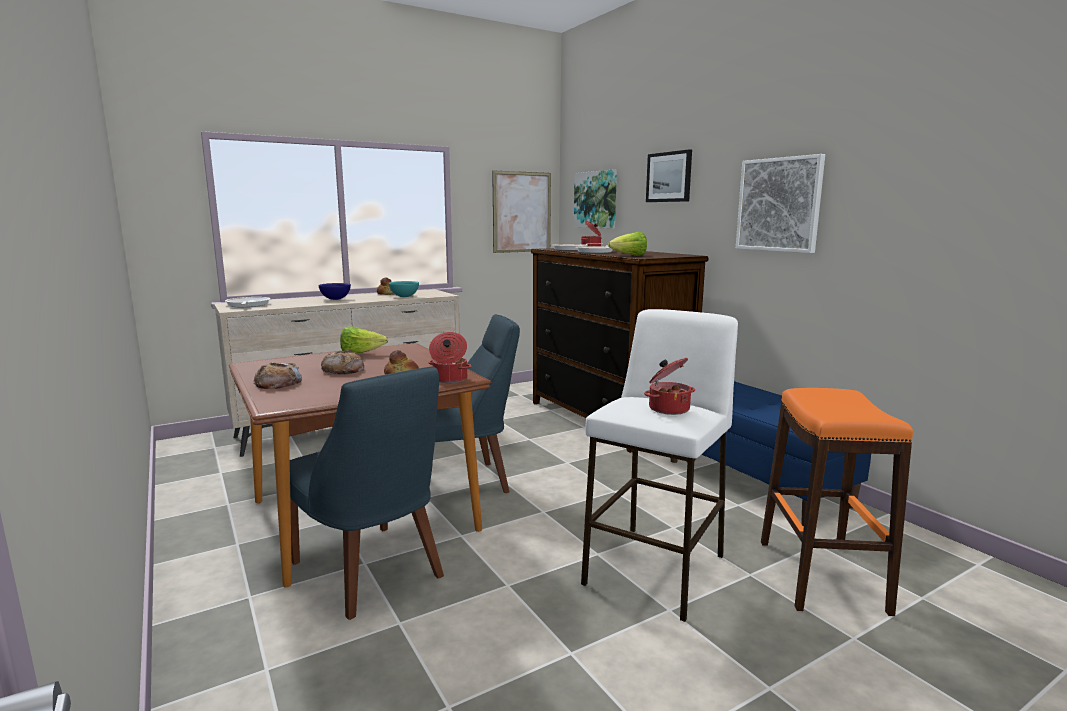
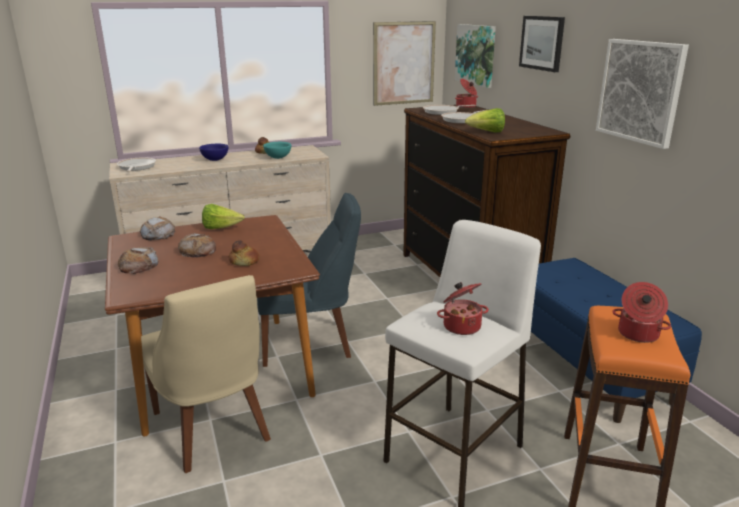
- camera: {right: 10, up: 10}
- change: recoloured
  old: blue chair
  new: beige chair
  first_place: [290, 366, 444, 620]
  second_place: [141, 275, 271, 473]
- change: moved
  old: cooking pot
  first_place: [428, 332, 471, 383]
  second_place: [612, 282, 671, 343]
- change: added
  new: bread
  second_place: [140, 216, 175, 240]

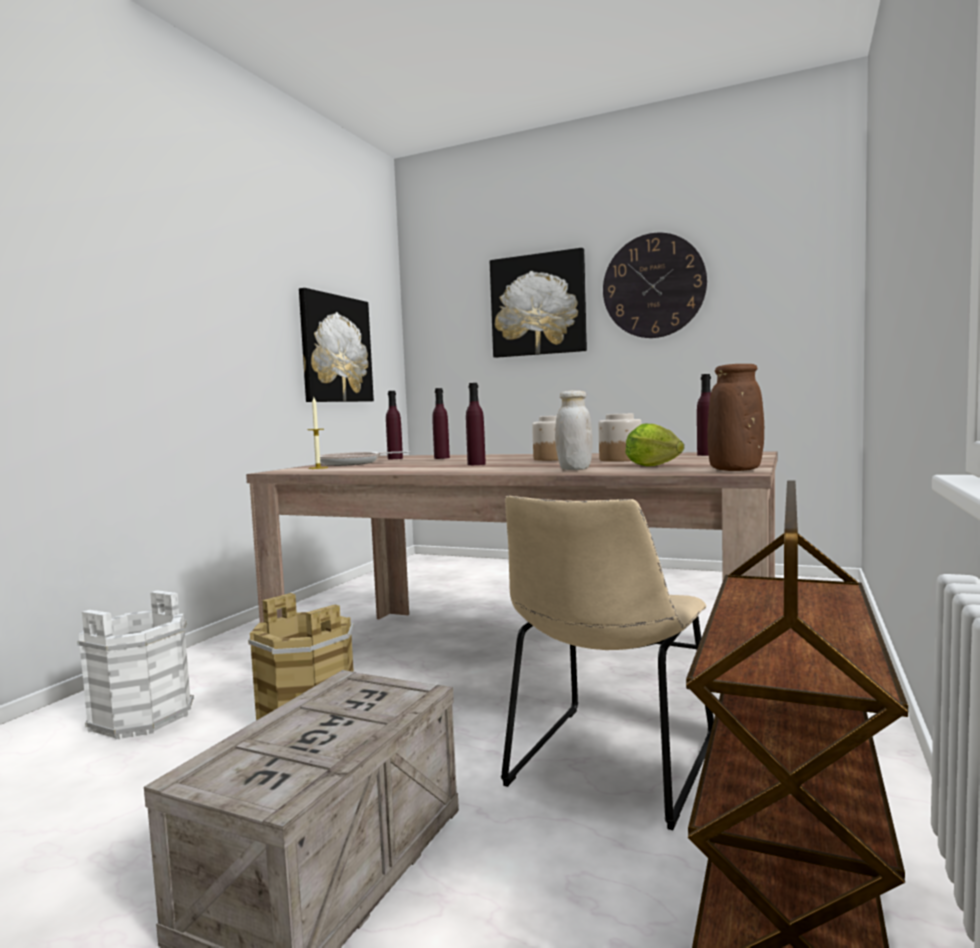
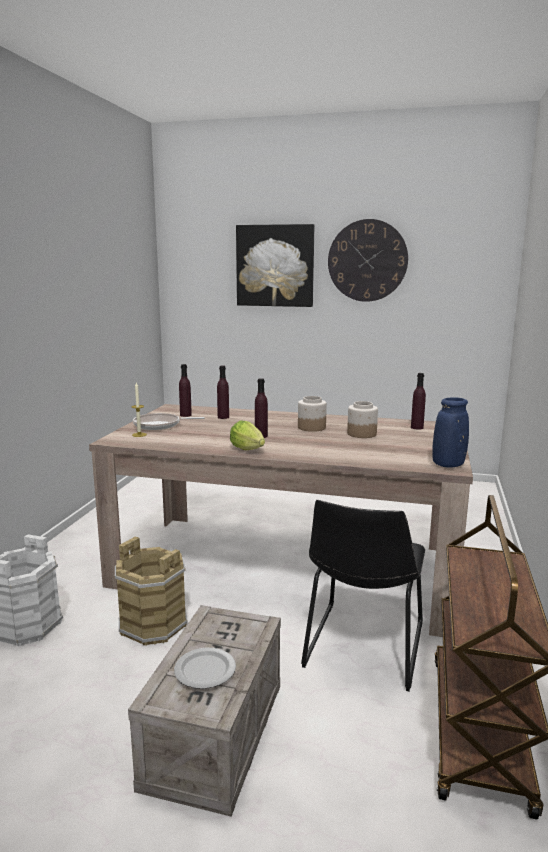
- camera: {right: -10, up: 10}
- change: removed
  old: picture
  first_place: [299, 288, 374, 402]
- change: recoloured
  old: beige chair
  new: black chair
  first_place: [501, 496, 714, 830]
  second_place: [301, 500, 425, 692]
- change: removed
  old: white jar
  first_place: [555, 391, 592, 470]
- change: moved
  old: lettuce
  first_place: [625, 424, 684, 466]
  second_place: [230, 420, 265, 450]
- change: recoloured
  old: brown vase
  new: blue vase
  first_place: [707, 364, 764, 471]
  second_place: [432, 397, 469, 468]
- change: added
  new: plate
  second_place: [174, 648, 236, 689]

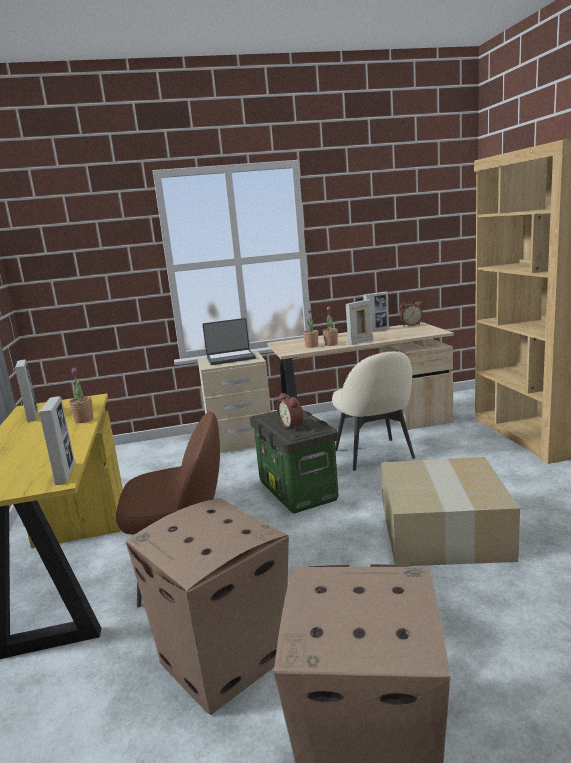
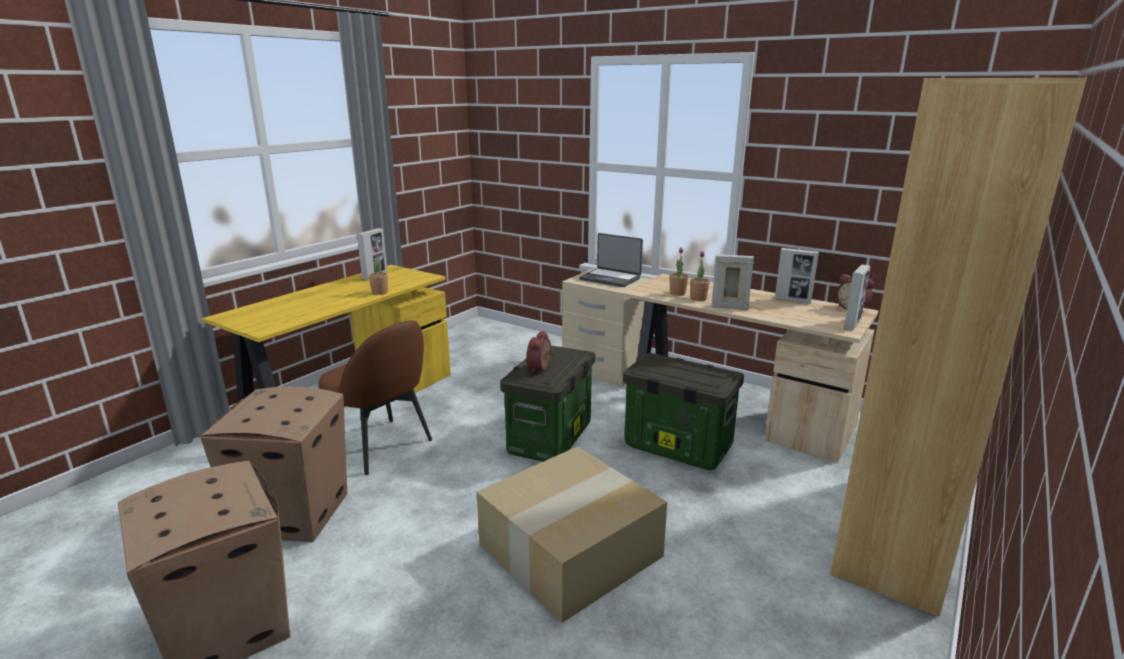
- camera: {right: 45, up: 5}
- change: moved
  old: picture frame
  first_place: [39, 396, 75, 485]
  second_place: [844, 265, 870, 331]
- change: replaced
  old: beige chair
  new: storage box
  first_place: [332, 351, 415, 471]
  second_place: [623, 353, 744, 470]

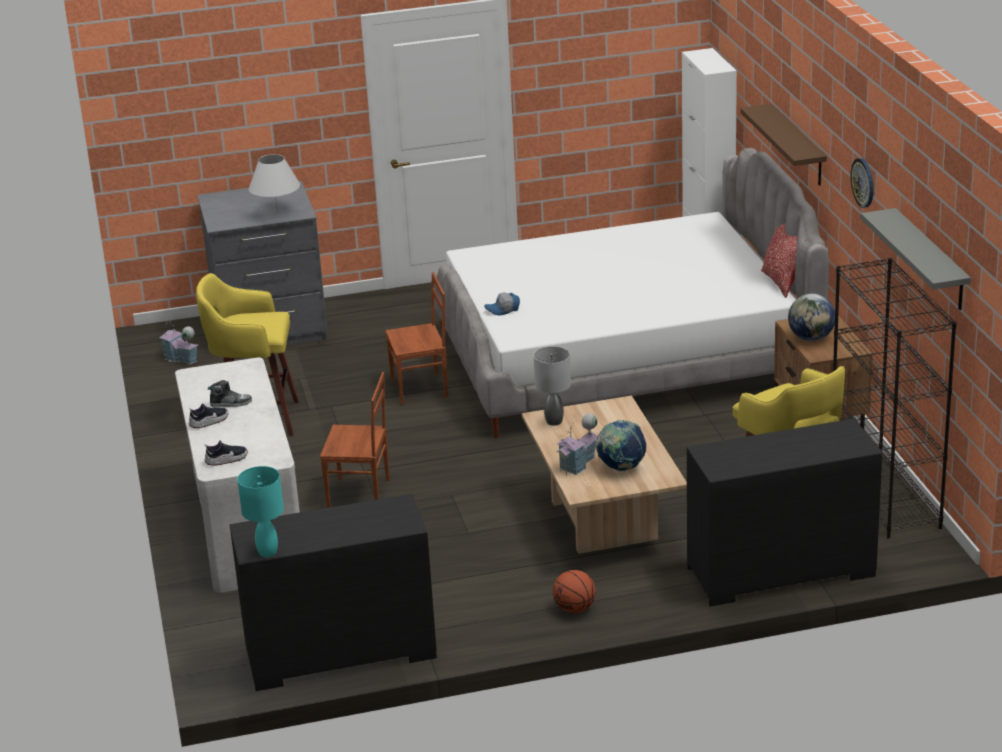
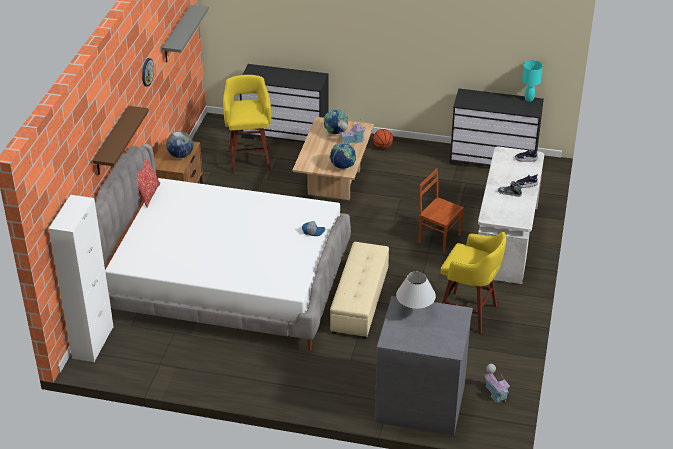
- camera: {right: -155, up: 10}
- change: replaced
  old: brown chair
  new: beige ottoman
  first_place: [385, 272, 448, 405]
  second_place: [330, 242, 389, 338]
- change: replaced
  old: grey table lamp
  new: globe
  first_place: [534, 346, 571, 426]
  second_place: [329, 143, 356, 169]
- change: removed
  old: black bookcase
  first_place: [833, 258, 957, 539]

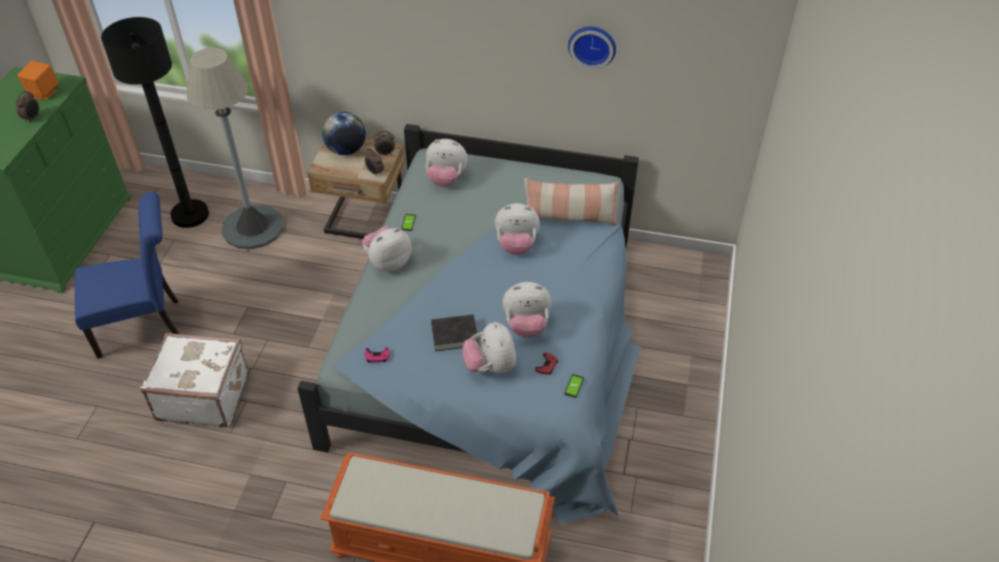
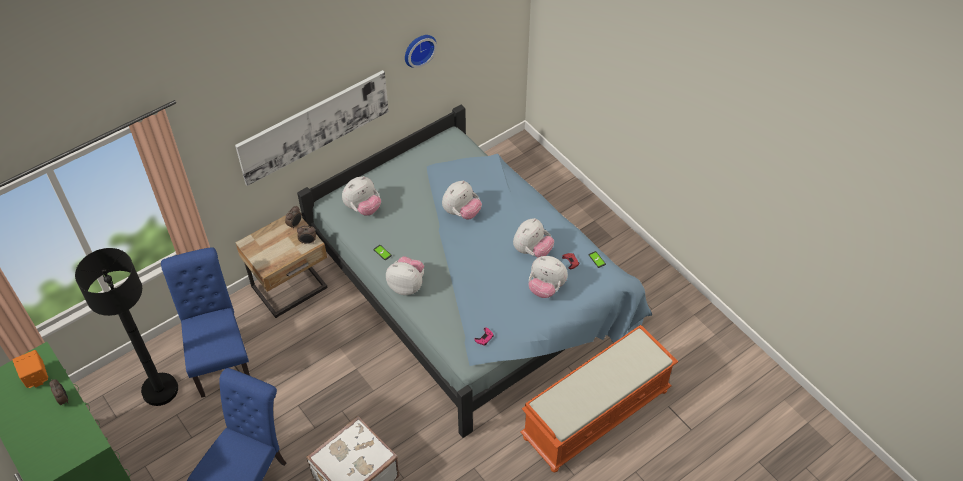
- camera: {right: -50, up: 5}
- change: replaced
  old: grey floor lamp
  new: blue chair
  first_place: [186, 48, 284, 249]
  second_place: [161, 247, 250, 397]
- change: removed
  old: globe
  first_place: [322, 112, 366, 155]
- change: turned
  old: plush toy
  first_place: [362, 227, 412, 272]
  second_place: [386, 257, 424, 295]
  degrees: 105
- change: removed
  old: black book
  first_place: [431, 315, 479, 351]
- change: removed
  old: pillow
  first_place: [524, 178, 619, 226]
- change: added
  new: picture
  second_place: [235, 70, 389, 186]

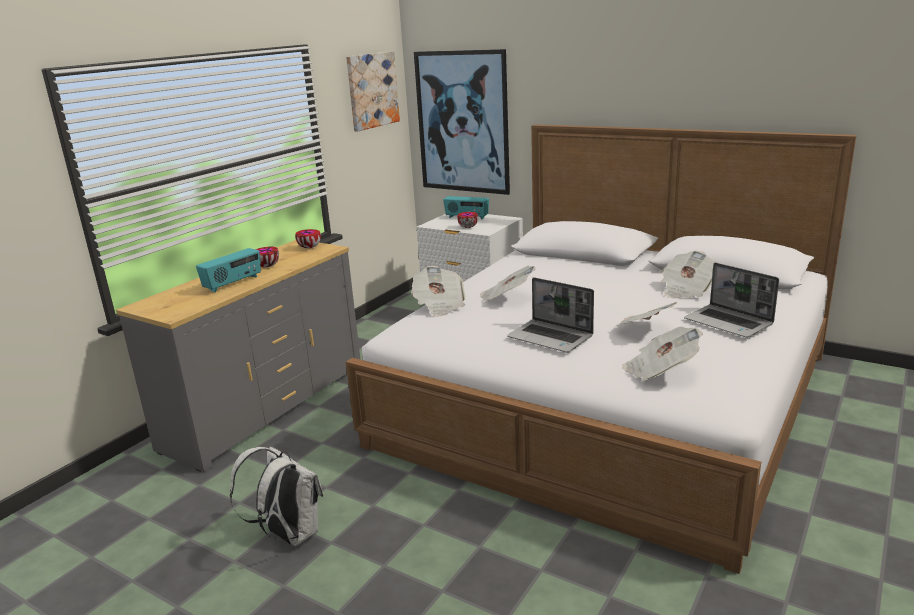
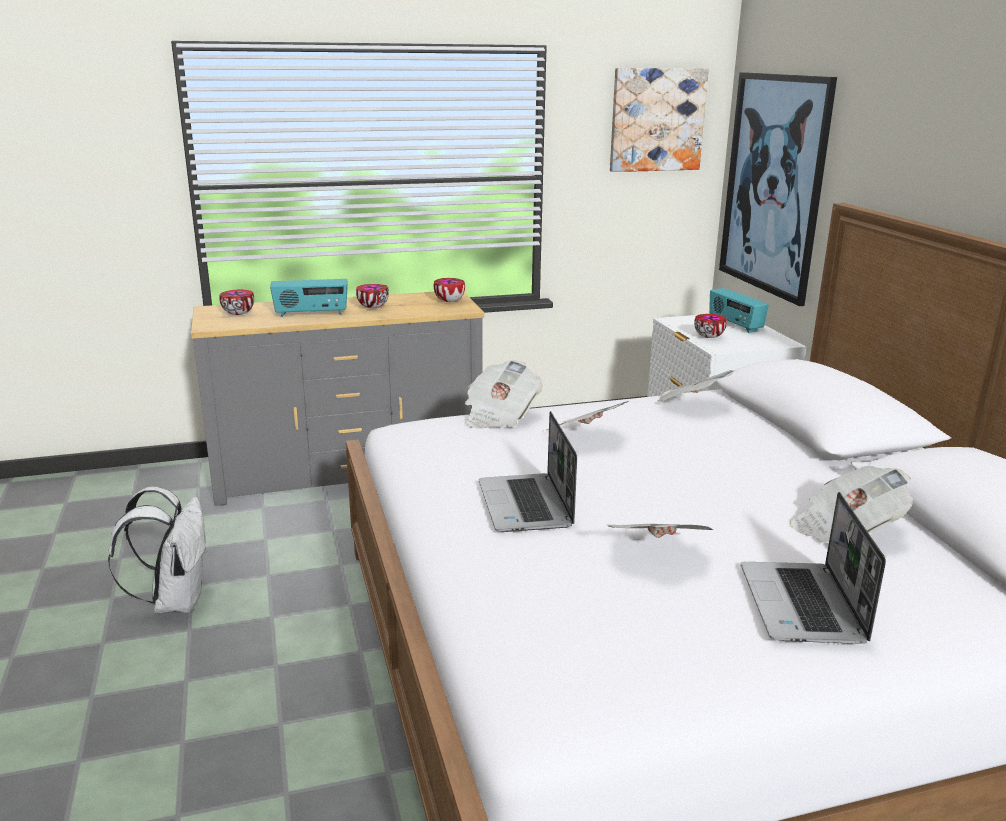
- camera: {right: 40, up: 0}
- change: moved
  old: newspaper
  first_place: [622, 327, 703, 381]
  second_place: [655, 370, 734, 403]
- change: added
  new: bowl
  second_place: [219, 289, 254, 315]

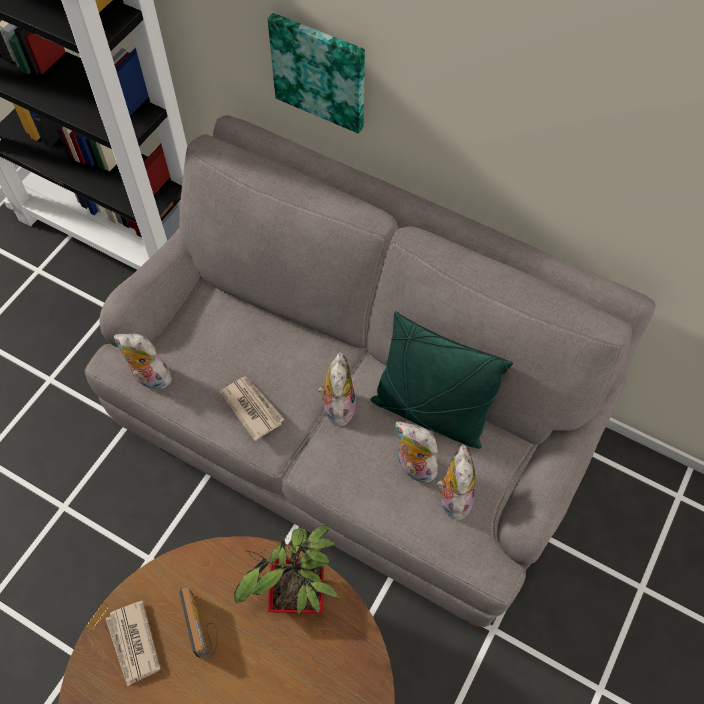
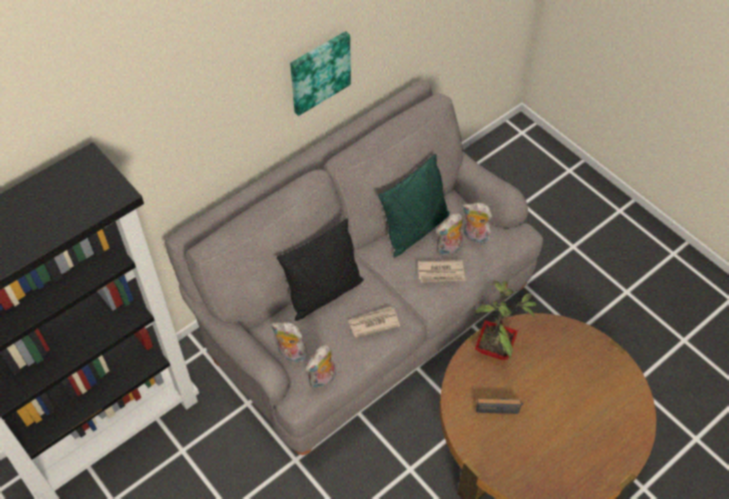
- camera: {right: -70, up: -5}
- change: moved
  old: newspaper
  first_place: [106, 601, 161, 686]
  second_place: [418, 260, 465, 283]
- change: moved
  old: picture
  first_place: [268, 13, 365, 134]
  second_place: [290, 31, 351, 116]
- change: moved
  old: plush toy
  first_place: [318, 352, 356, 427]
  second_place: [271, 322, 307, 365]
- change: added
  new: black pillow
  second_place: [277, 219, 364, 321]

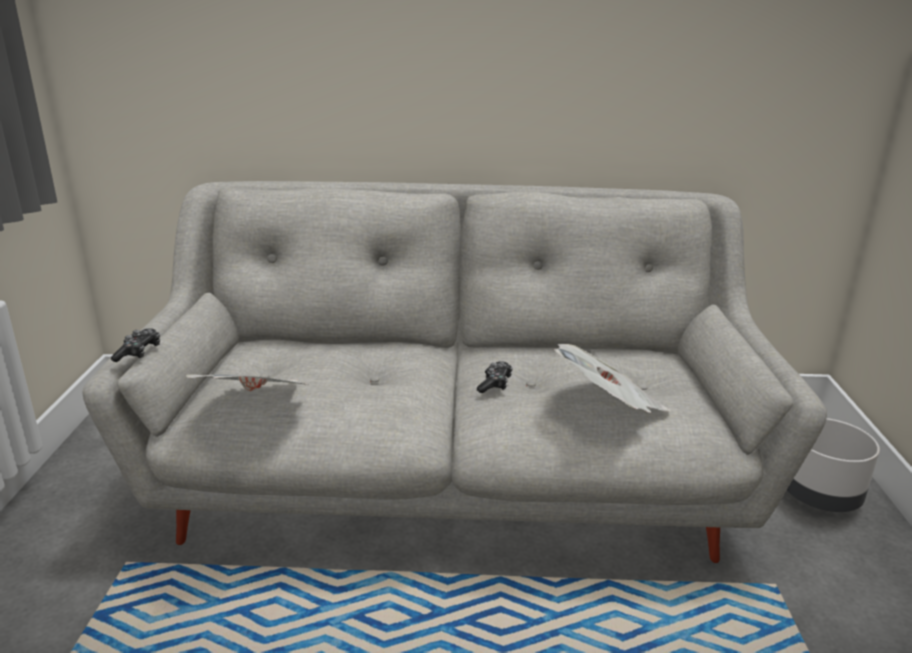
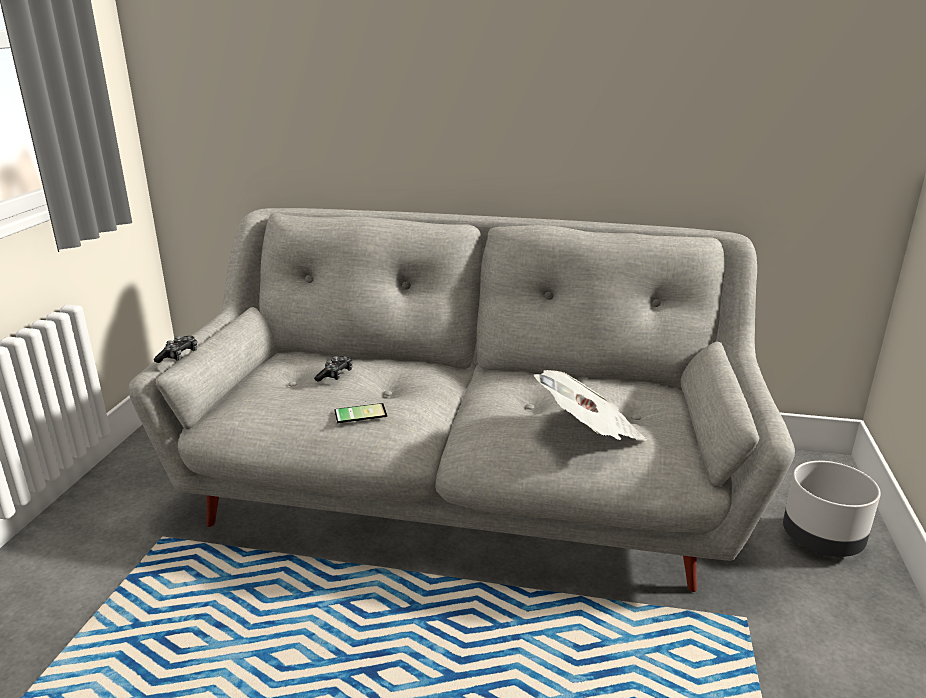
- camera: {right: 10, up: 0}
- change: removed
  old: newspaper
  first_place: [186, 374, 308, 391]
- change: moved
  old: game controller
  first_place: [477, 361, 513, 393]
  second_place: [314, 356, 353, 382]
- change: added
  new: phone
  second_place: [334, 401, 387, 423]

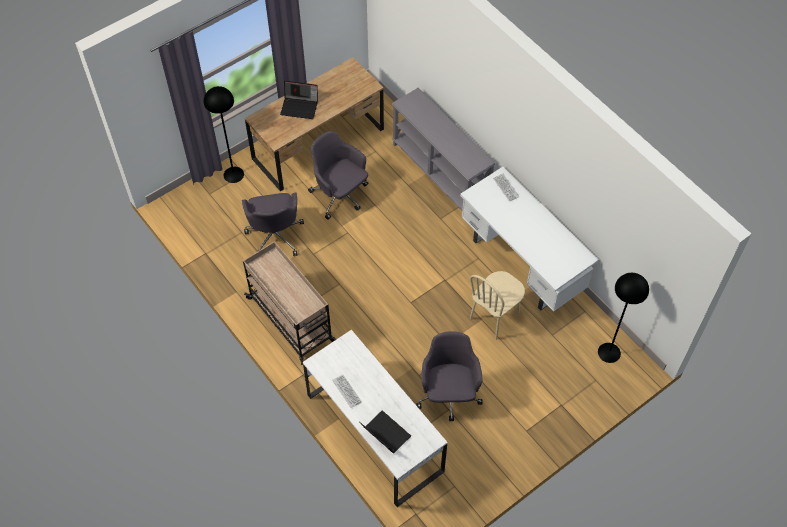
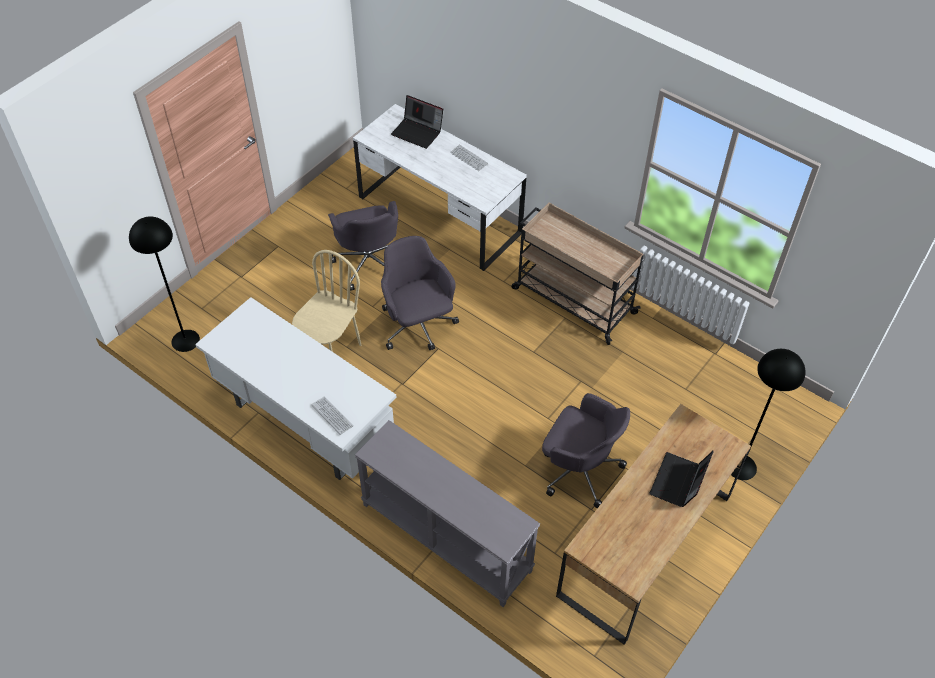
- camera: {right: 165, up: -5}
- change: moved
  old: grey office chair
  first_place: [242, 193, 304, 256]
  second_place: [381, 236, 459, 350]
- change: turned
  old: laptop
  first_place: [280, 81, 318, 119]
  second_place: [649, 451, 714, 507]
  degrees: -60

